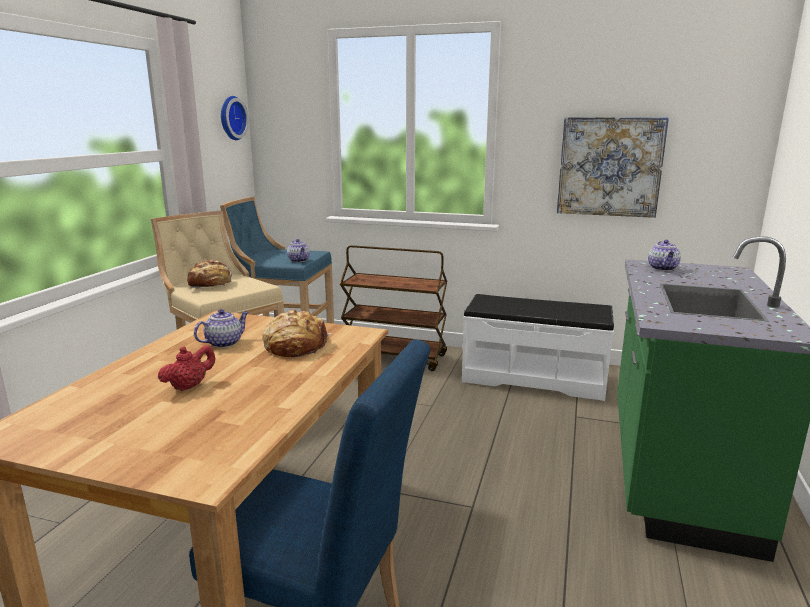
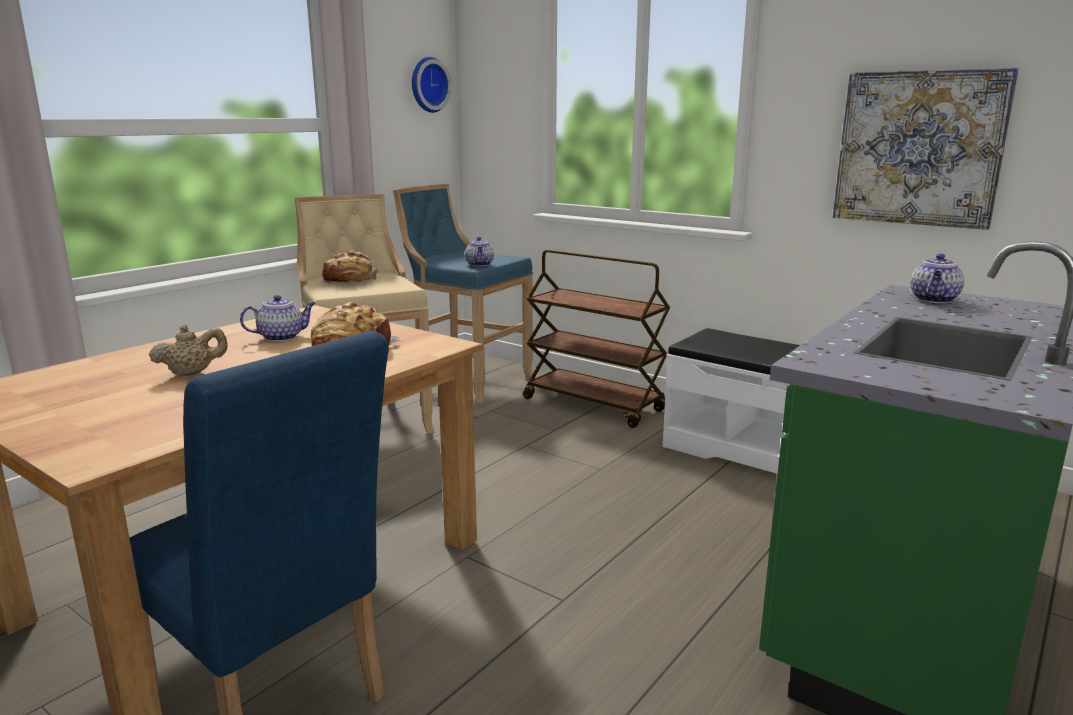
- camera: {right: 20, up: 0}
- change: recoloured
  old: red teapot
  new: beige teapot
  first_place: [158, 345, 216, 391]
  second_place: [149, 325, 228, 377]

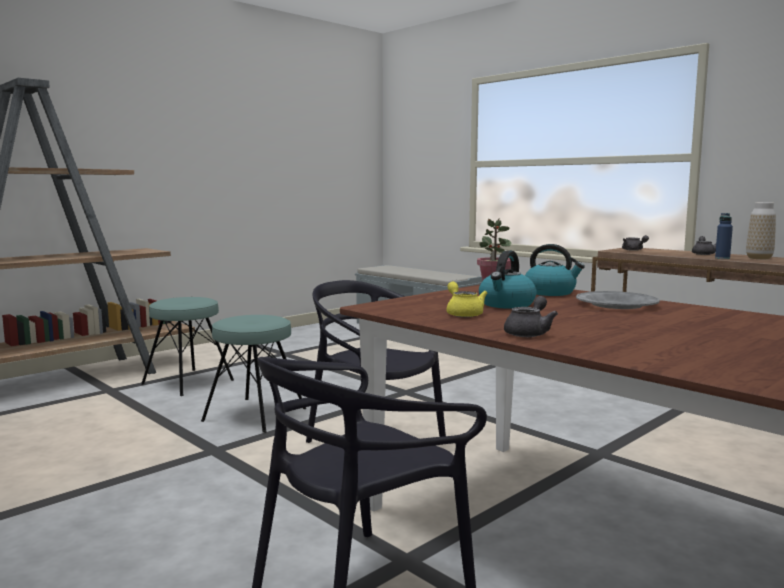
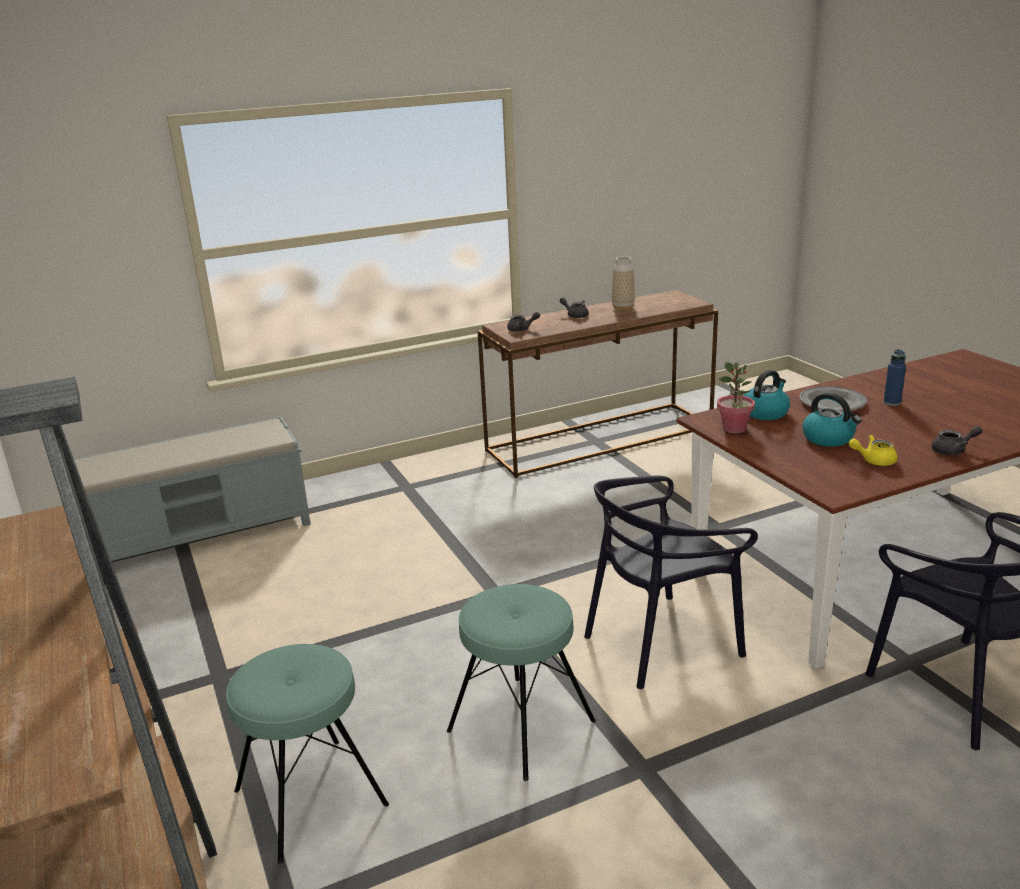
- camera: {right: -70, up: 15}
- change: turned
  old: grey teapot
  first_place: [504, 296, 558, 337]
  second_place: [932, 426, 982, 455]
  degrees: 120
- change: moved
  old: blue bottle
  first_place: [715, 213, 733, 259]
  second_place: [883, 349, 906, 406]

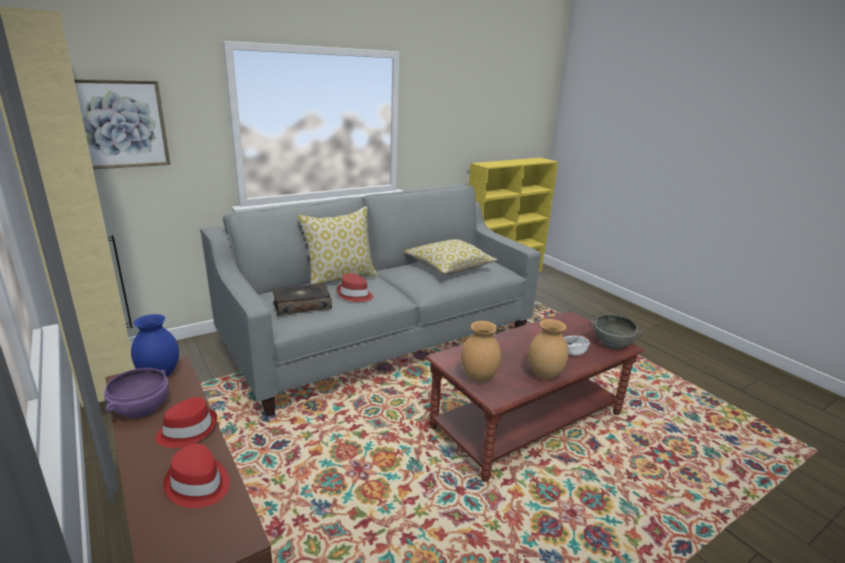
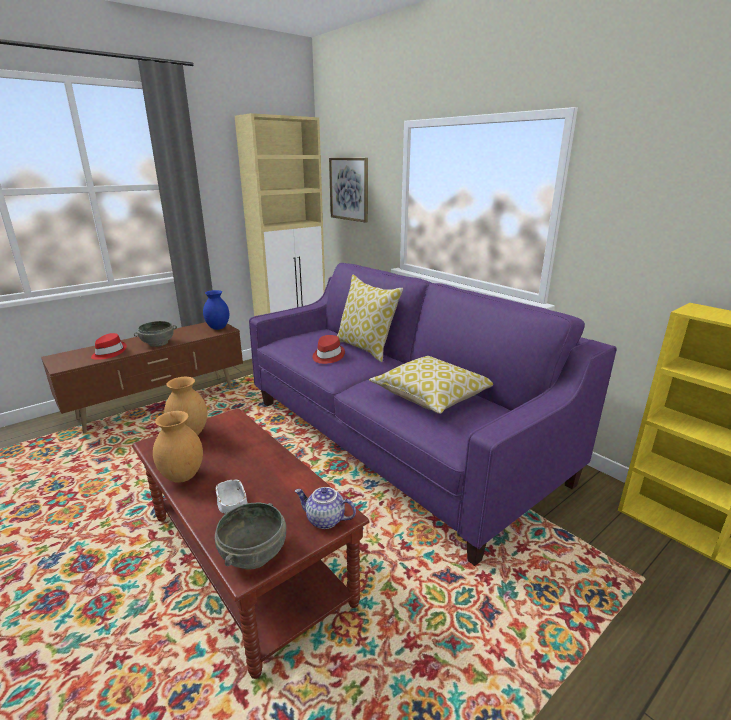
- camera: {right: 85, up: 0}
- change: removed
  old: purple bowl
  first_place: [104, 368, 169, 418]
- change: replaced
  old: red hat
  new: grey bowl
  first_place: [155, 397, 217, 448]
  second_place: [134, 321, 177, 347]
- change: recoloured
  old: grey sofa
  new: purple sofa
  first_place: [200, 185, 541, 417]
  second_place: [249, 263, 617, 566]
- change: removed
  old: book
  first_place: [272, 283, 332, 316]
- change: added
  new: teapot
  second_place: [295, 487, 356, 529]

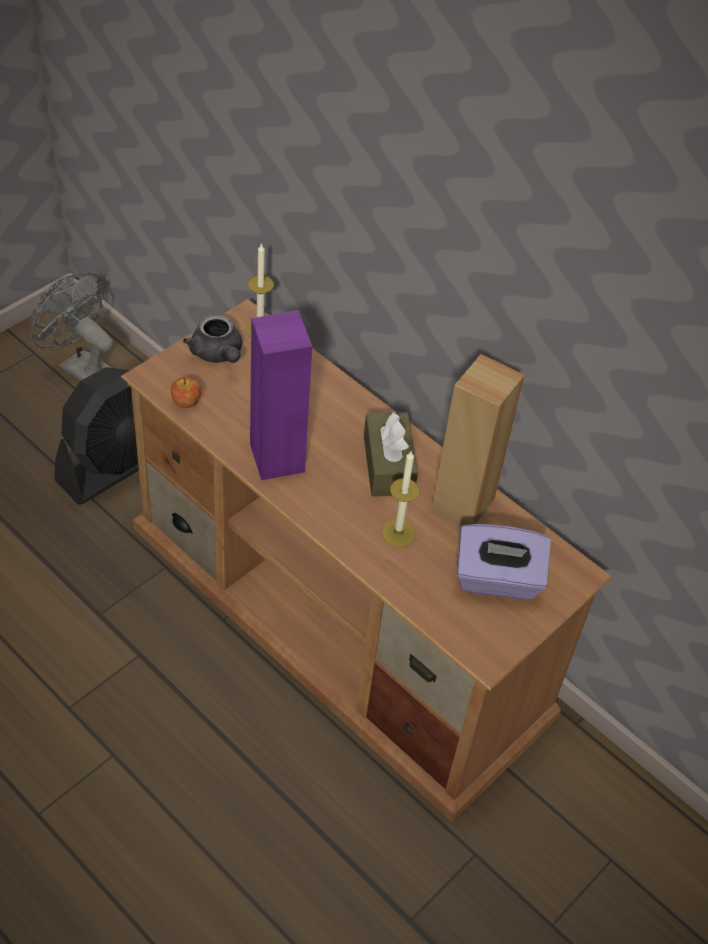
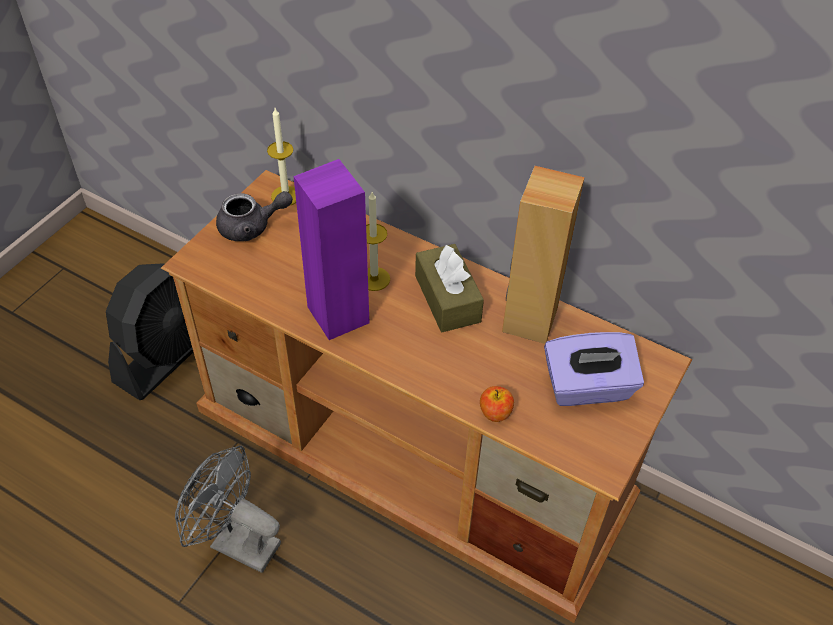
- camera: {right: -10, up: 0}
- change: moved
  old: grey fan
  first_place: [31, 272, 114, 381]
  second_place: [175, 445, 281, 573]
- change: moved
  old: apple
  first_place: [171, 377, 201, 408]
  second_place: [480, 386, 514, 422]
- change: turned
  old: grey teapot
  first_place: [183, 314, 242, 363]
  second_place: [216, 191, 293, 241]
  degrees: -60
- change: moved
  old: candle
  first_place: [382, 451, 420, 547]
  second_place: [366, 192, 390, 291]

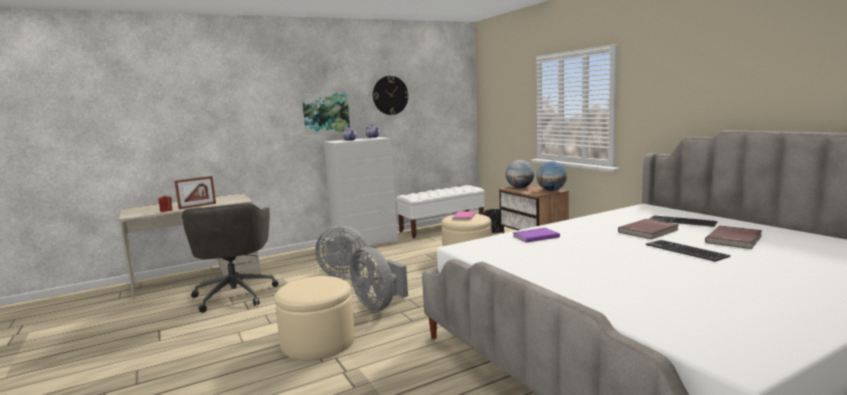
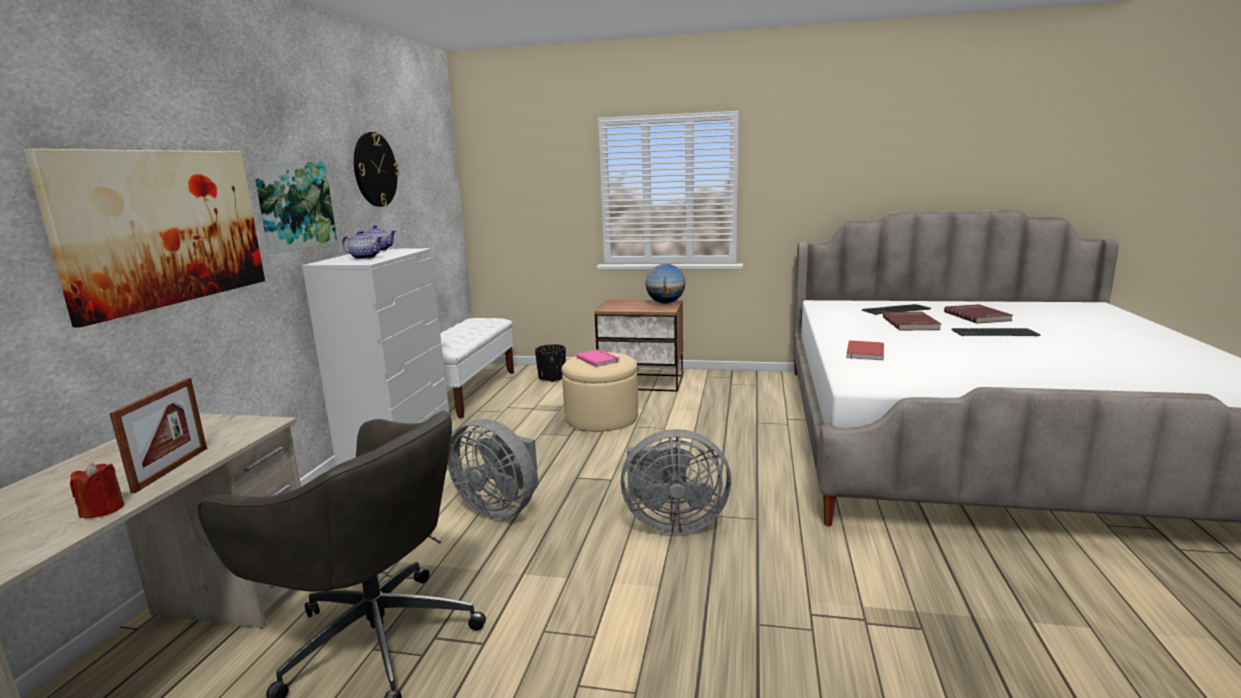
- camera: {right: -50, up: 5}
- change: removed
  old: beige ottoman
  first_place: [275, 276, 355, 360]
- change: turned
  old: grey fan
  first_place: [315, 225, 369, 278]
  second_place: [447, 419, 538, 519]
  degrees: 75
- change: removed
  old: globe
  first_place: [505, 160, 534, 188]
- change: recoloured
  old: purple book
  new: red book
  first_place: [513, 228, 560, 243]
  second_place: [846, 340, 884, 361]
- change: added
  new: picture
  second_place: [24, 149, 265, 327]

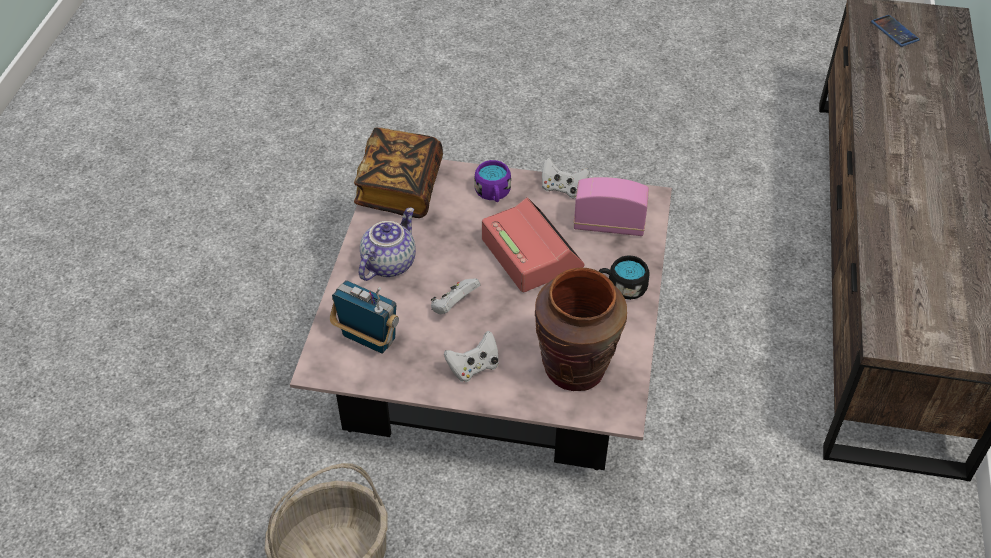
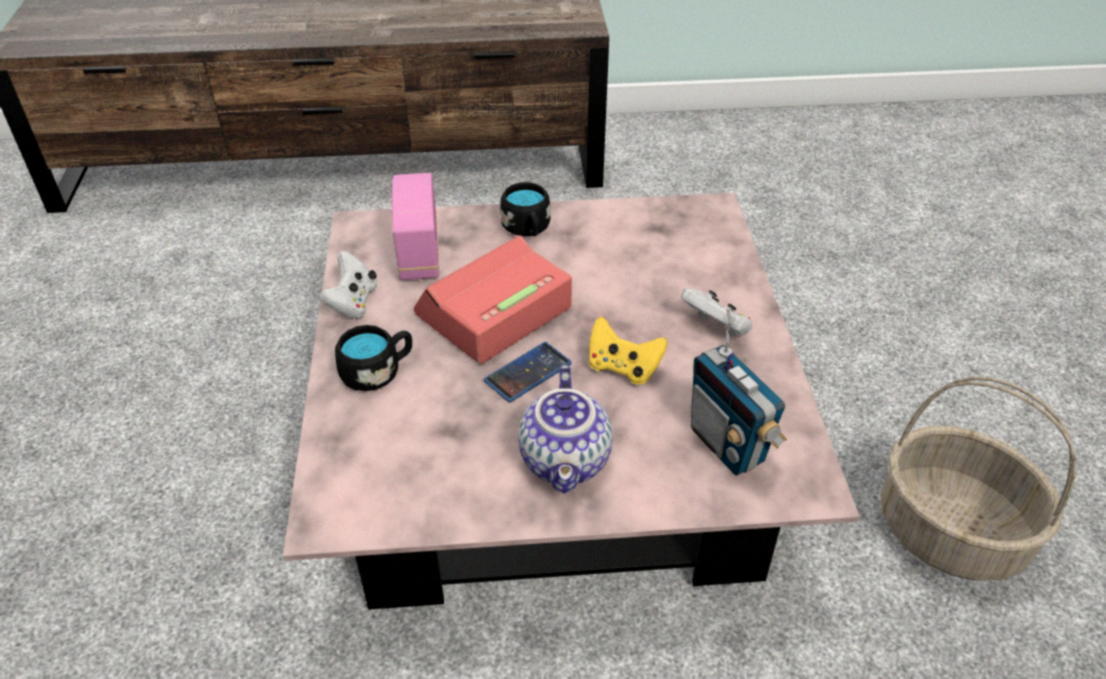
- camera: {right: -105, up: -5}
- change: turned
  old: radio
  first_place: [330, 280, 399, 354]
  second_place: [691, 308, 787, 476]
  degrees: -45
- change: removed
  old: book
  first_place: [354, 128, 443, 218]
- change: turned
  old: teapot
  first_place: [359, 208, 416, 281]
  second_place: [518, 365, 613, 493]
  degrees: -105
- change: recoloured
  old: white game controller
  new: yellow game controller
  first_place: [431, 278, 481, 315]
  second_place: [589, 316, 668, 385]
- change: recoloured
  old: purple mug
  new: black mug
  first_place: [474, 160, 511, 202]
  second_place: [335, 325, 412, 391]
- change: removed
  old: brown vase
  first_place: [535, 268, 627, 391]
- change: moved
  old: phone
  first_place: [871, 15, 920, 47]
  second_place: [484, 342, 572, 403]

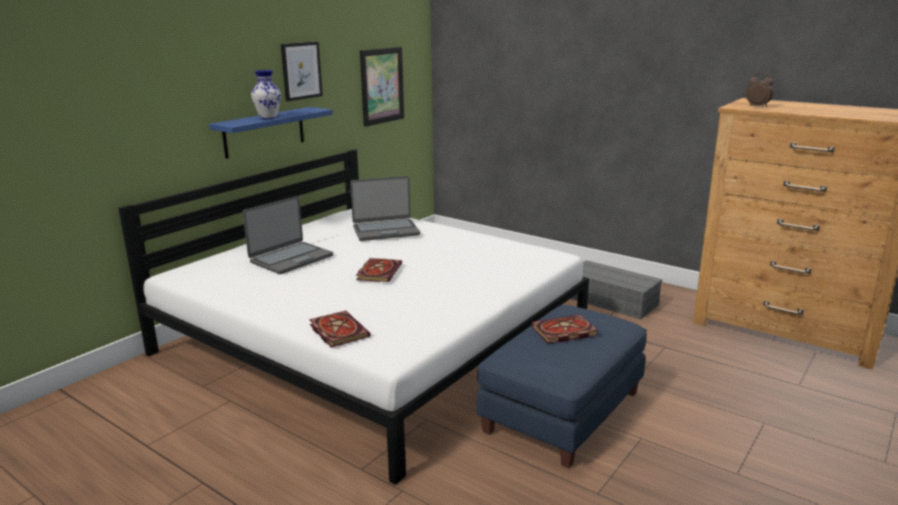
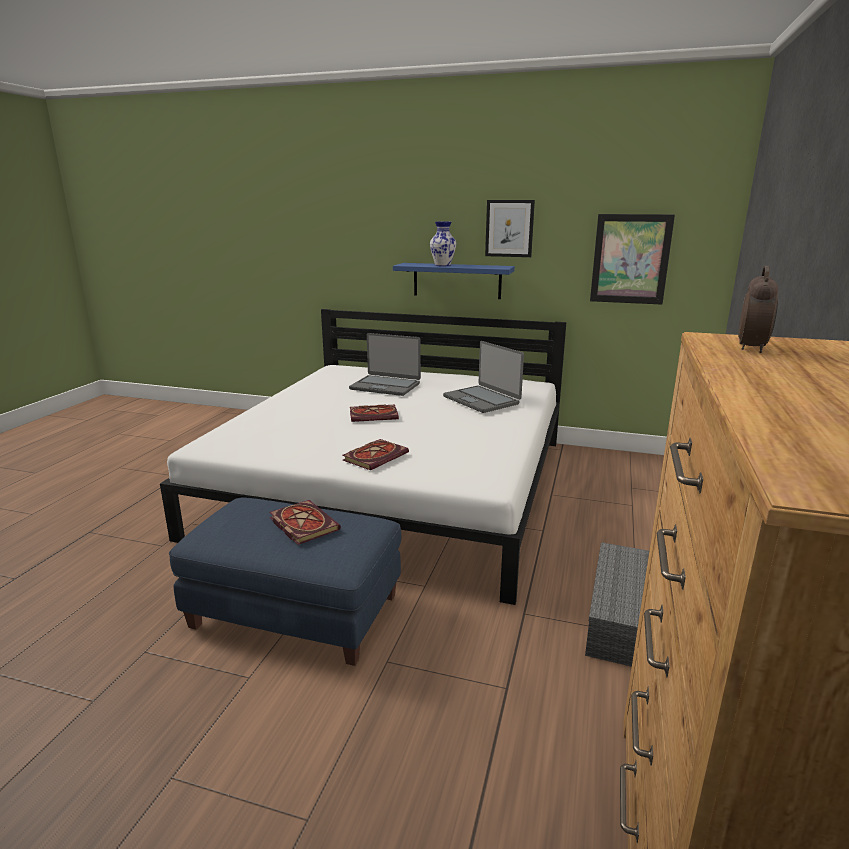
- camera: {right: 70, up: 0}
- change: moved
  old: book
  first_place: [309, 311, 371, 348]
  second_place: [342, 439, 409, 470]

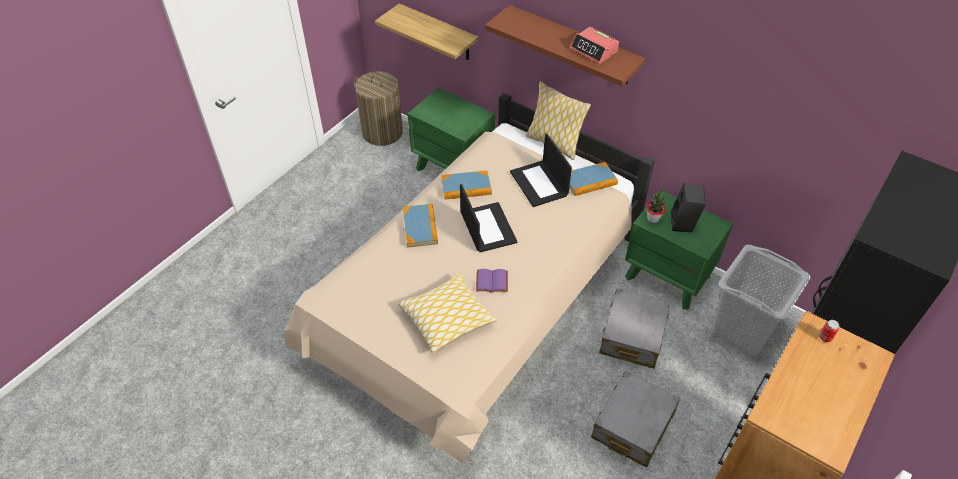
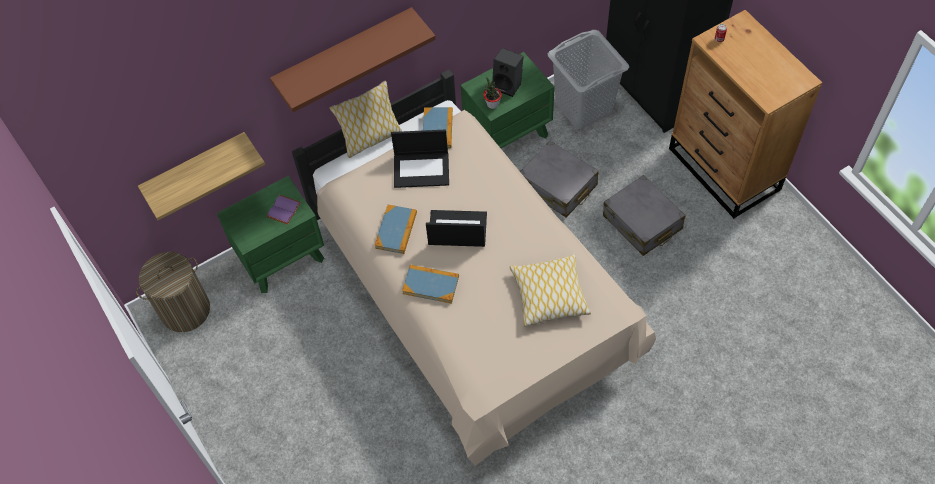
- camera: {right: -65, up: 10}
- change: moved
  old: purple book
  first_place: [476, 269, 508, 292]
  second_place: [266, 195, 301, 225]
- change: removed
  old: alarm clock
  first_place: [570, 27, 619, 64]

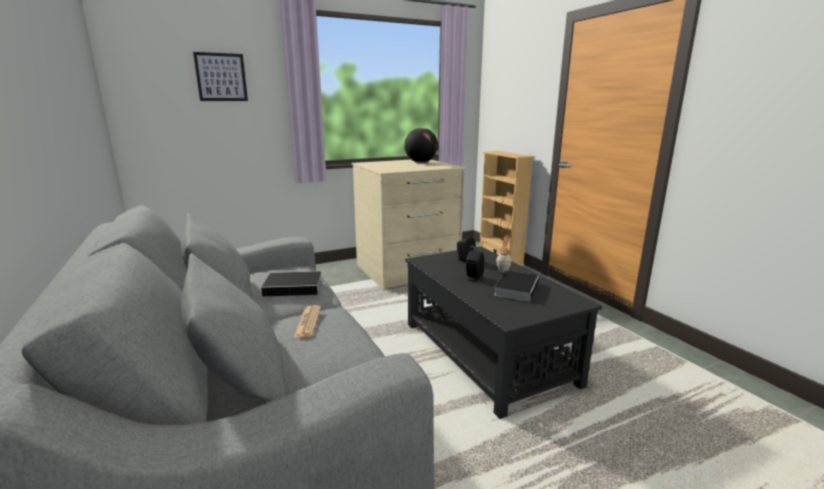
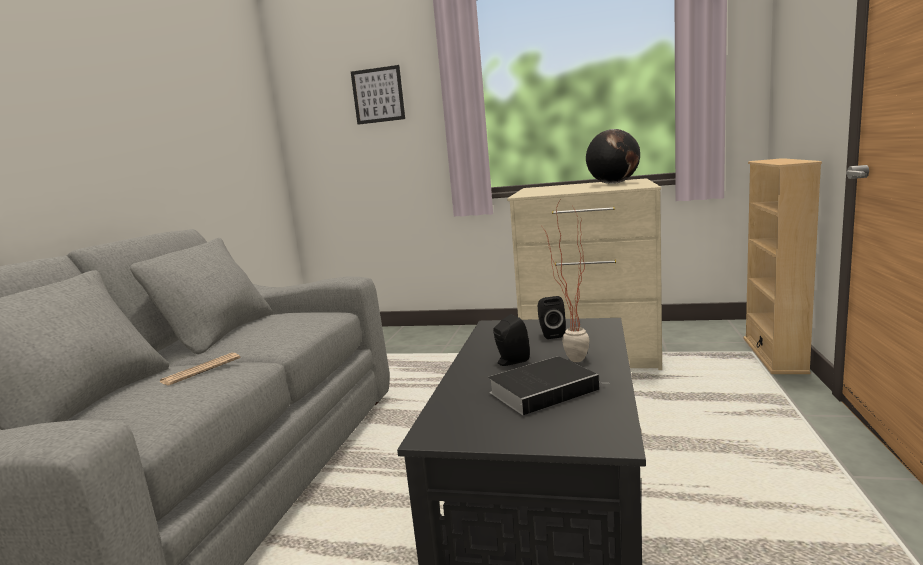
- camera: {right: 40, up: -5}
- change: removed
  old: book
  first_place: [261, 271, 329, 297]

